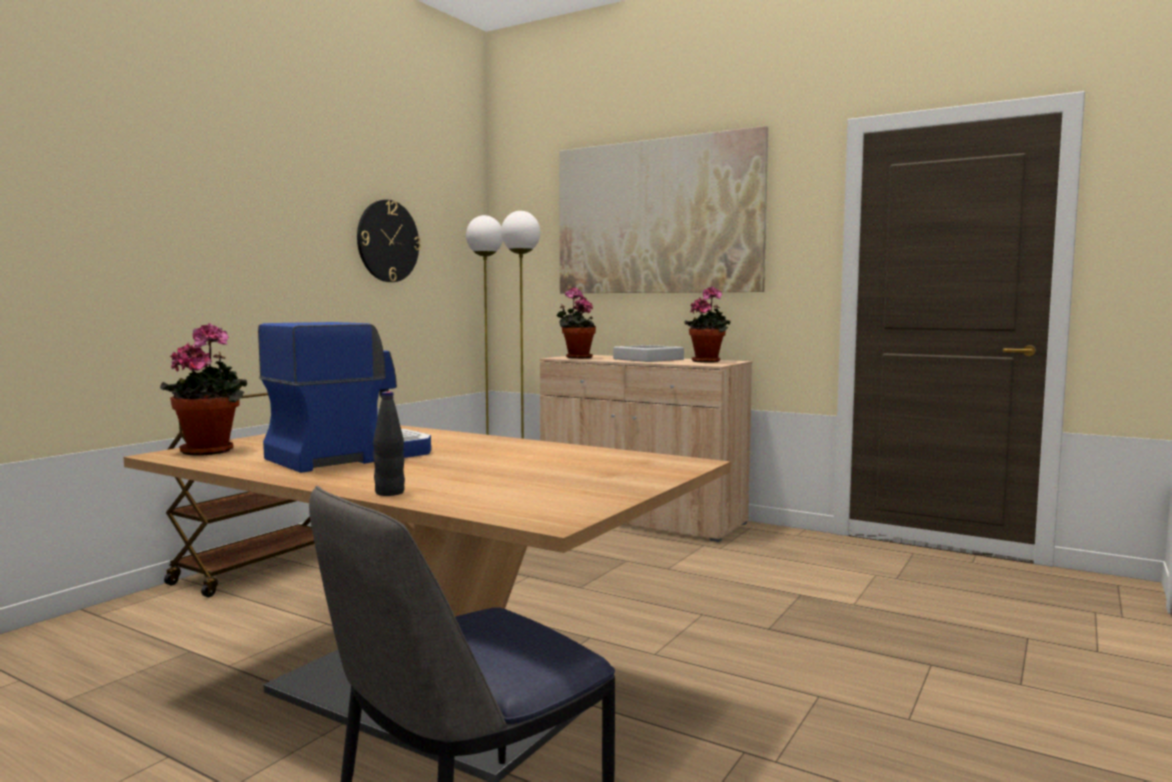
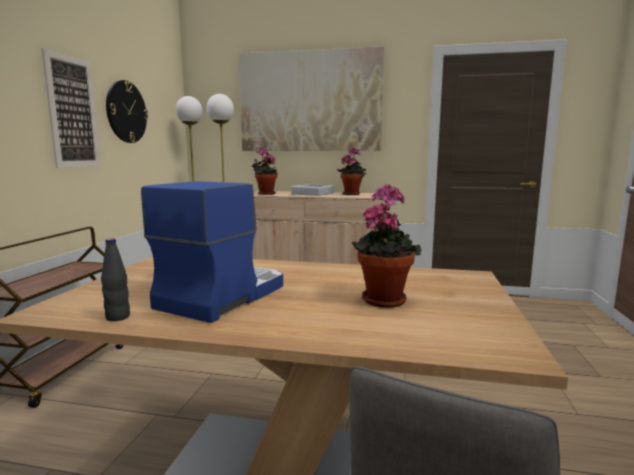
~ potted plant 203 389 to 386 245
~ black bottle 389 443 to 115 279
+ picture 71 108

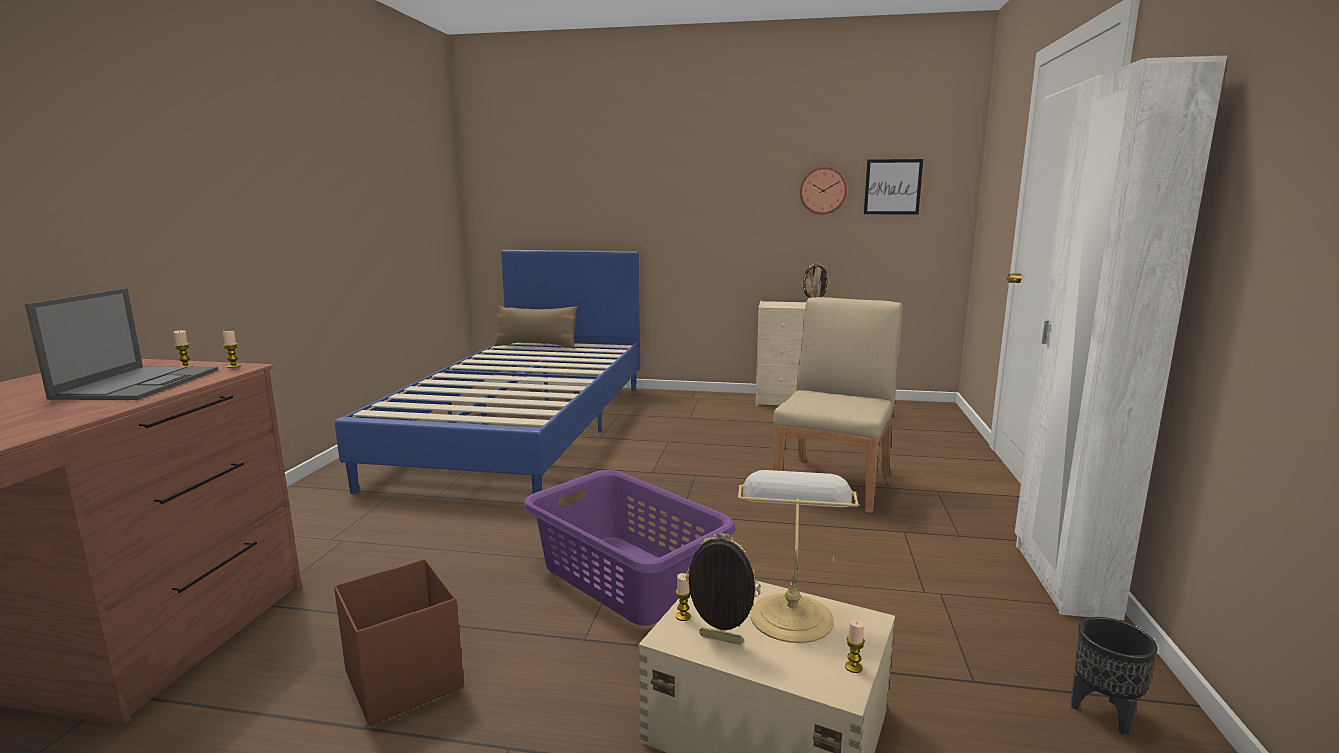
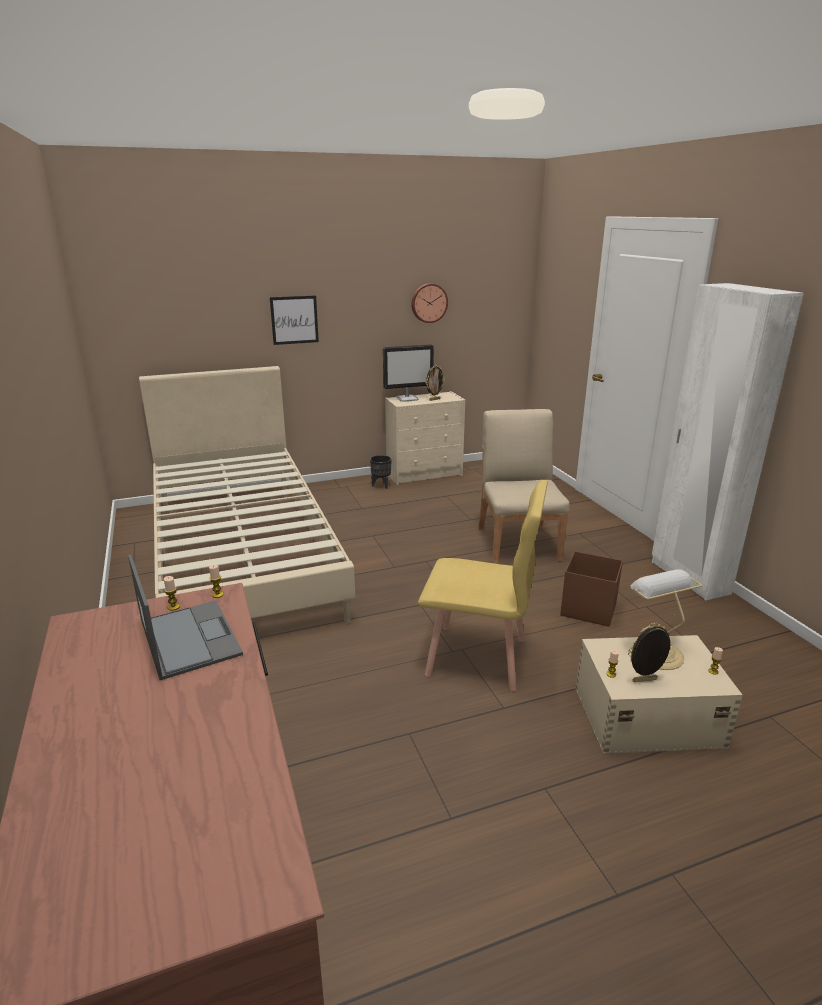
~ brown storage box 399 642 to 591 589
~ blue bed 487 372 to beige bed 247 494
- brown pillow 536 326
~ purple laundry basket 629 548 to yellow chair 483 585
~ picture 893 186 to 294 320
~ black planter 1114 676 to 381 472
+ monitor 408 373

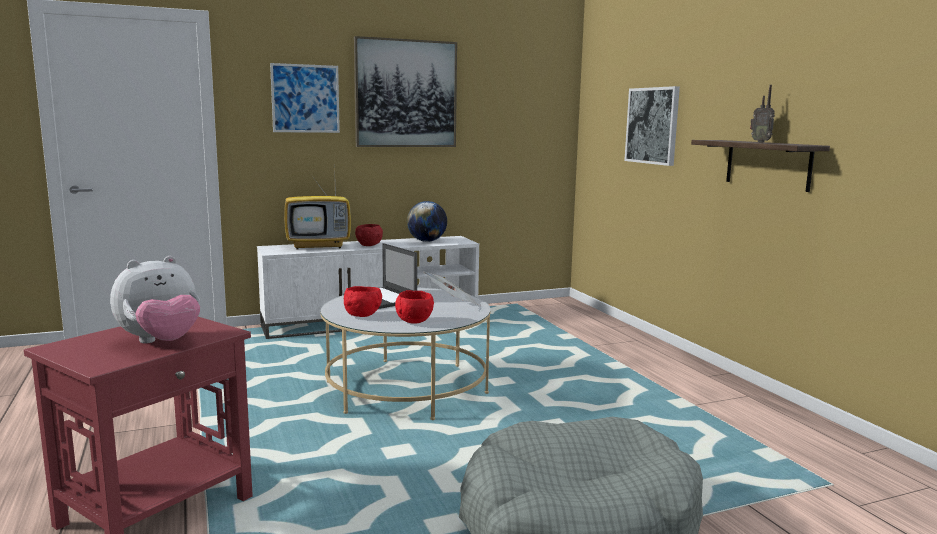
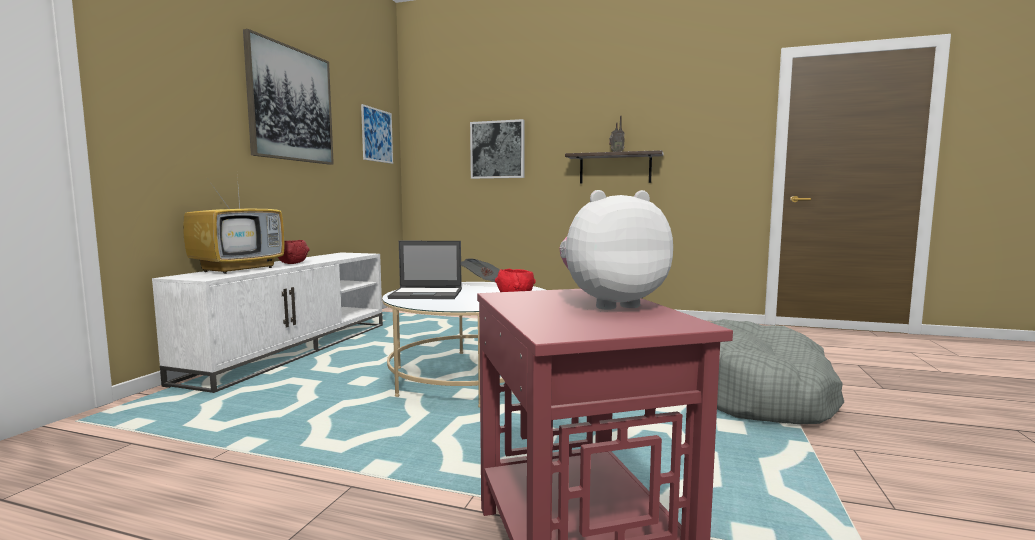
~ plush toy 155 299 = 616 250 105 degrees counterclockwise
~ picture 305 98 to 377 134
- red bowl 363 301
- globe 427 221

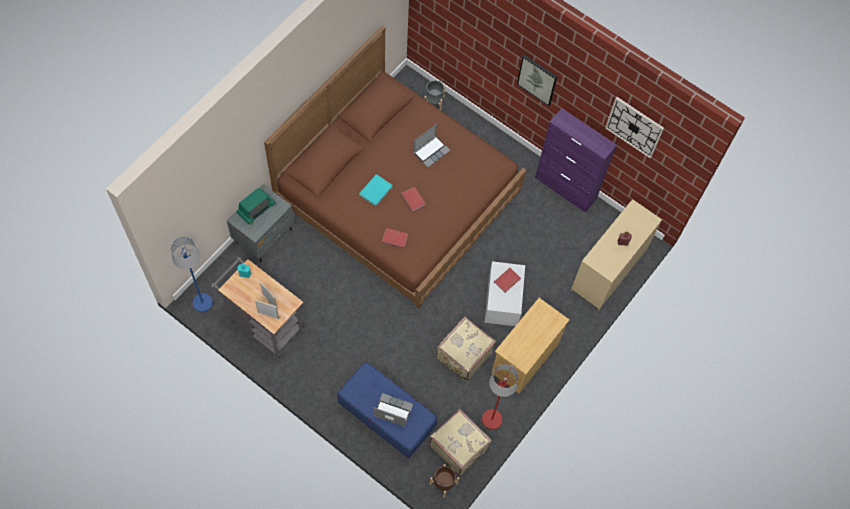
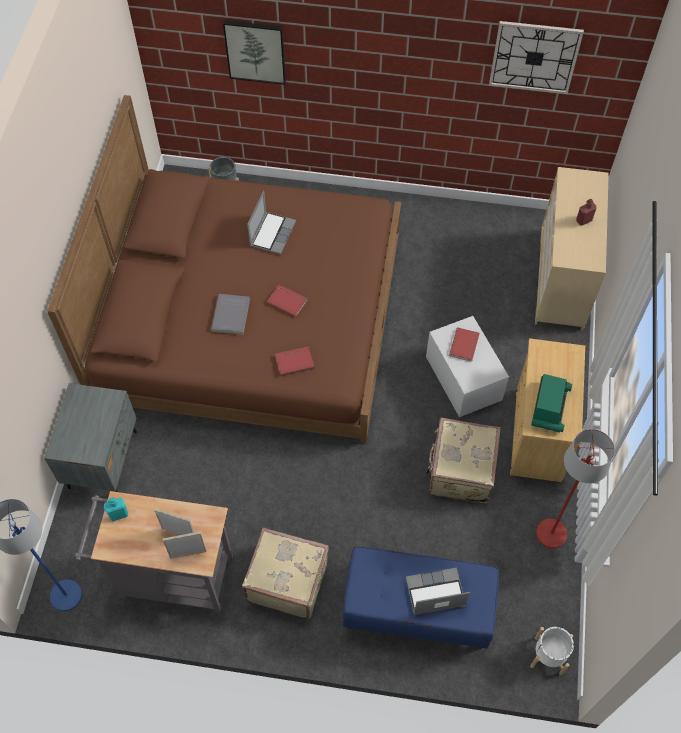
~ radio 256 206 to 551 403
~ turquoise book 376 190 to grey book 230 314
~ beige suitcase 460 442 to 285 573
~ brown planter 444 481 to white planter 552 651
~ picture 537 80 to 254 52
- purple cabinet 576 160

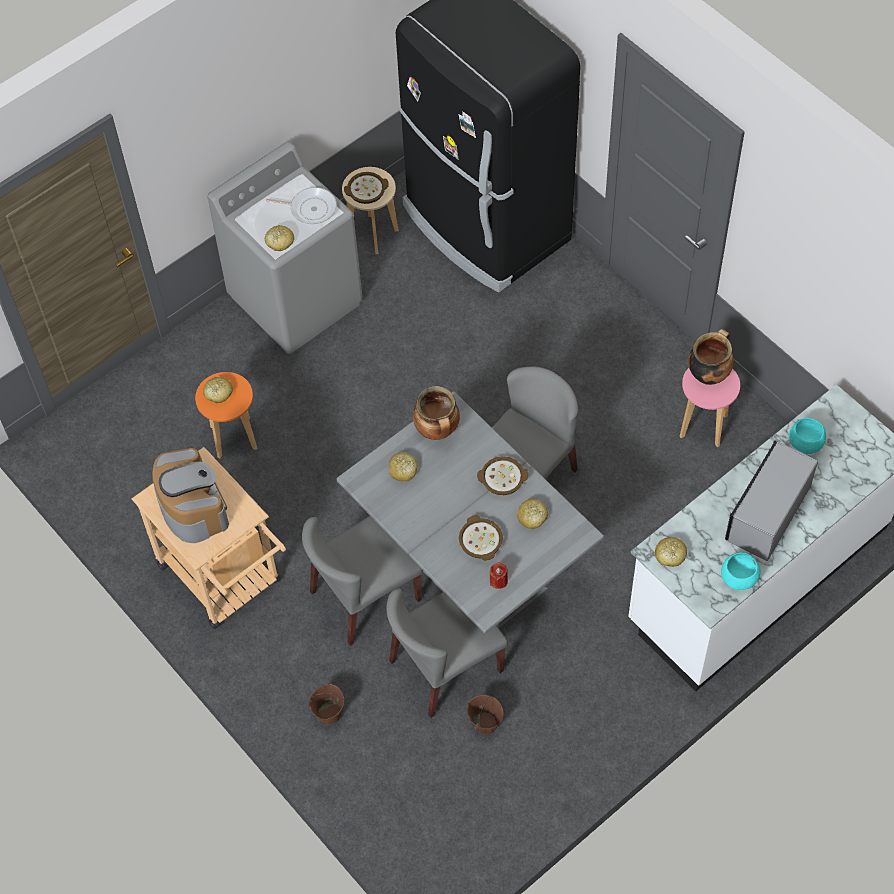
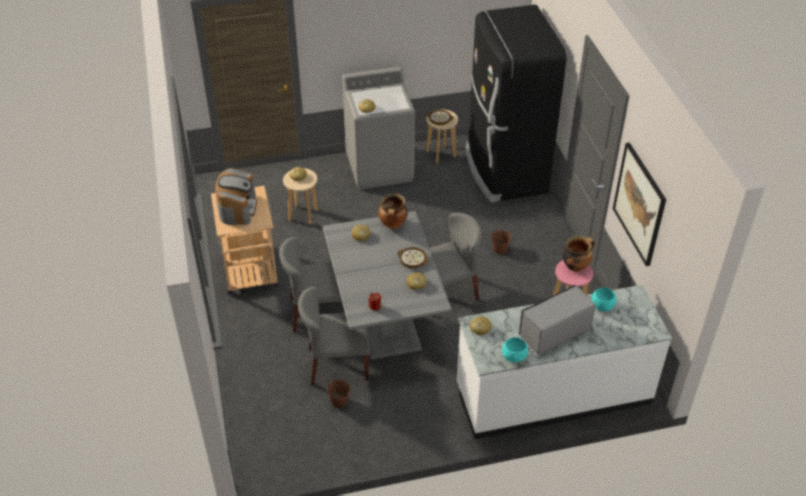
~ orange stool 226 415 to beige stool 300 196
- frying pan 301 205
~ brown bucket 326 704 to 501 241
- bowl 481 538
+ picture 639 204

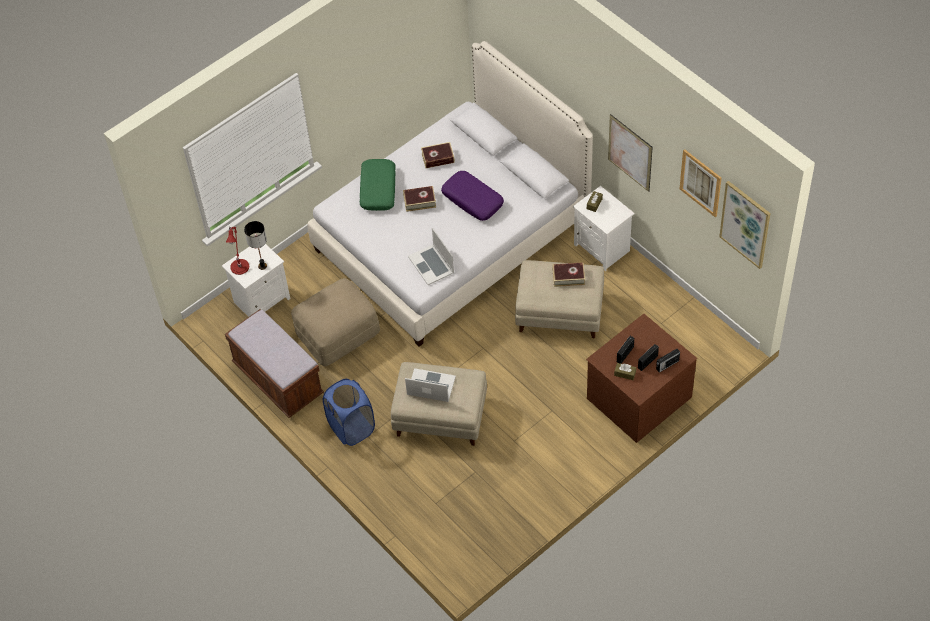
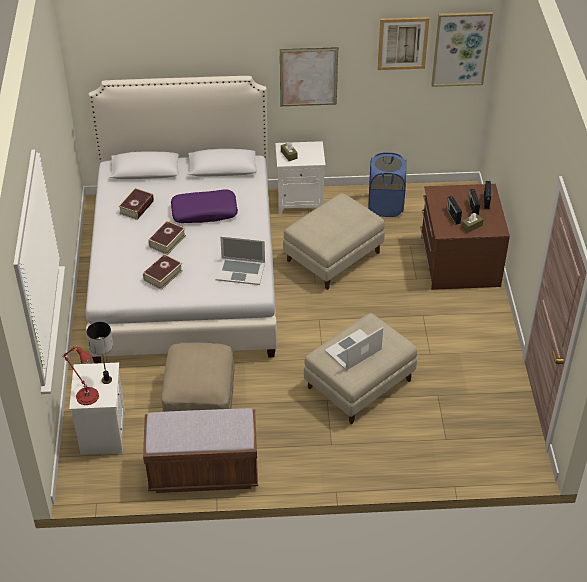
~ blue laundry basket 349 412 to 387 184
- green pillow 378 185
~ book 569 275 to 163 272

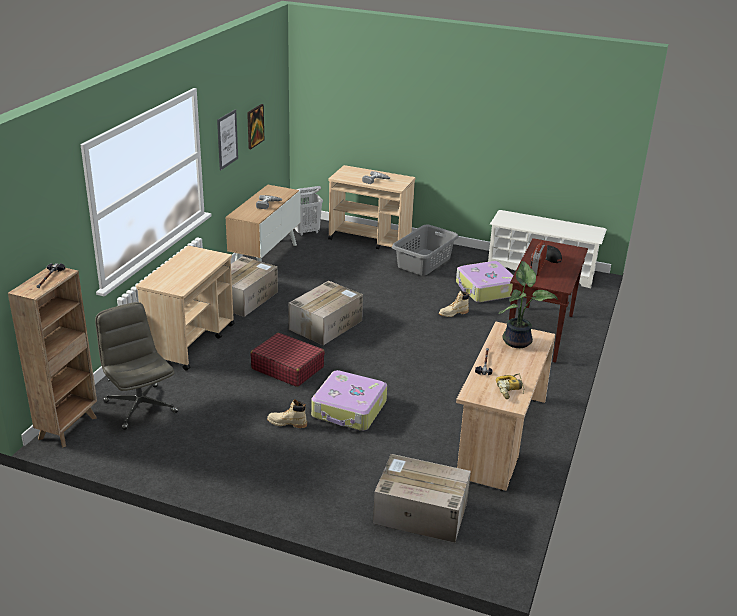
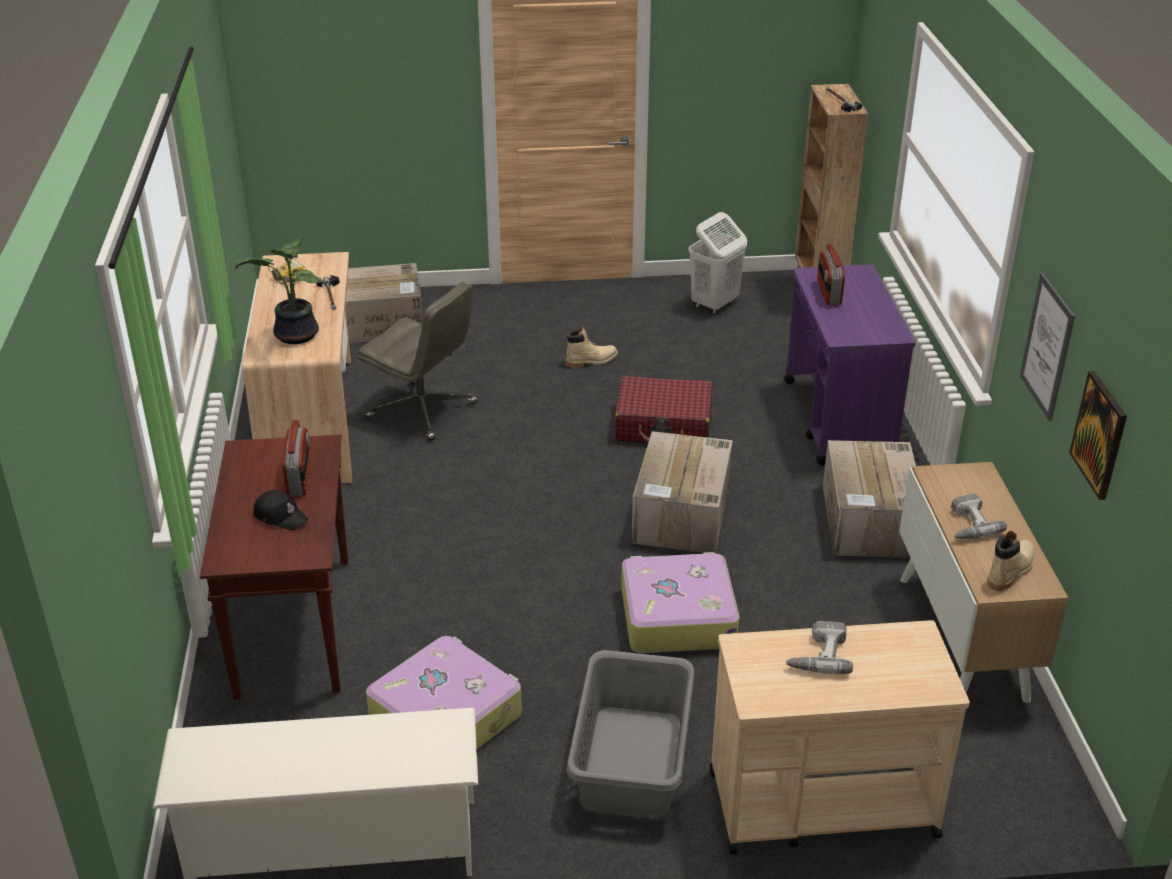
~ grey office chair 136 366 to 418 361
~ beige cart 185 308 to purple cart 850 364
~ white laundry basket 308 211 to 717 263
~ suitcase 349 400 to 680 602
~ beige boot 454 304 to 1011 561
+ radio 831 274

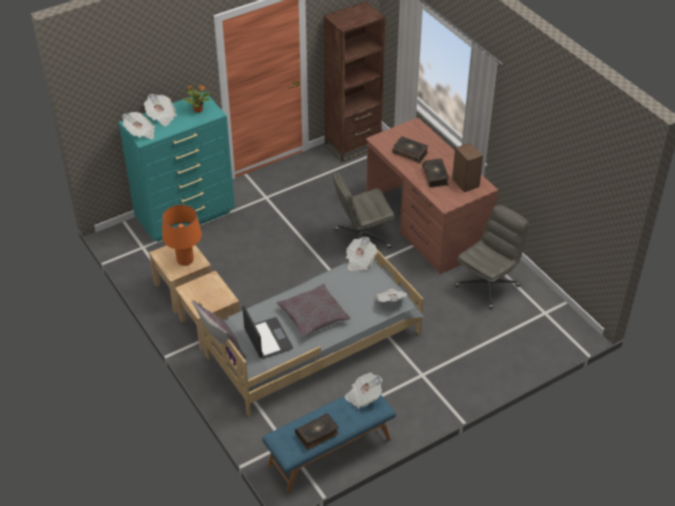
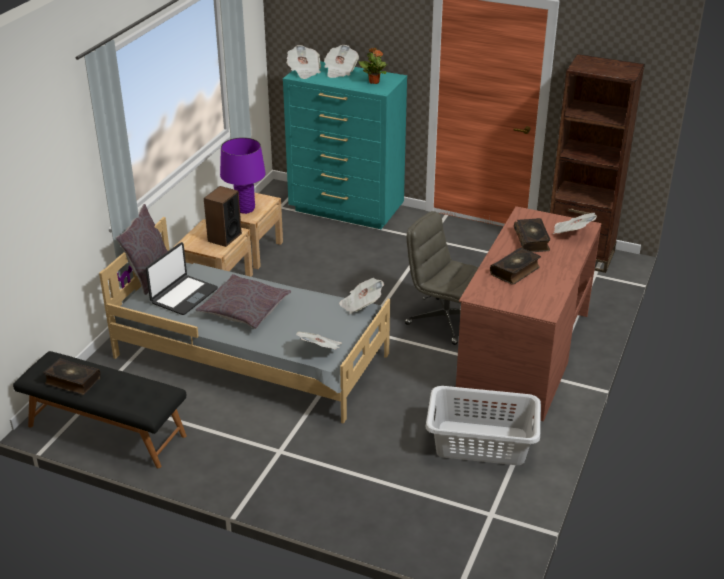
~ orange table lamp 182 235 to purple table lamp 243 175
~ blue bench 329 444 to black bench 100 409
~ newspaper 364 390 to 575 223
~ speaker 467 167 to 223 216
~ grey office chair 491 257 to grey laundry basket 483 425

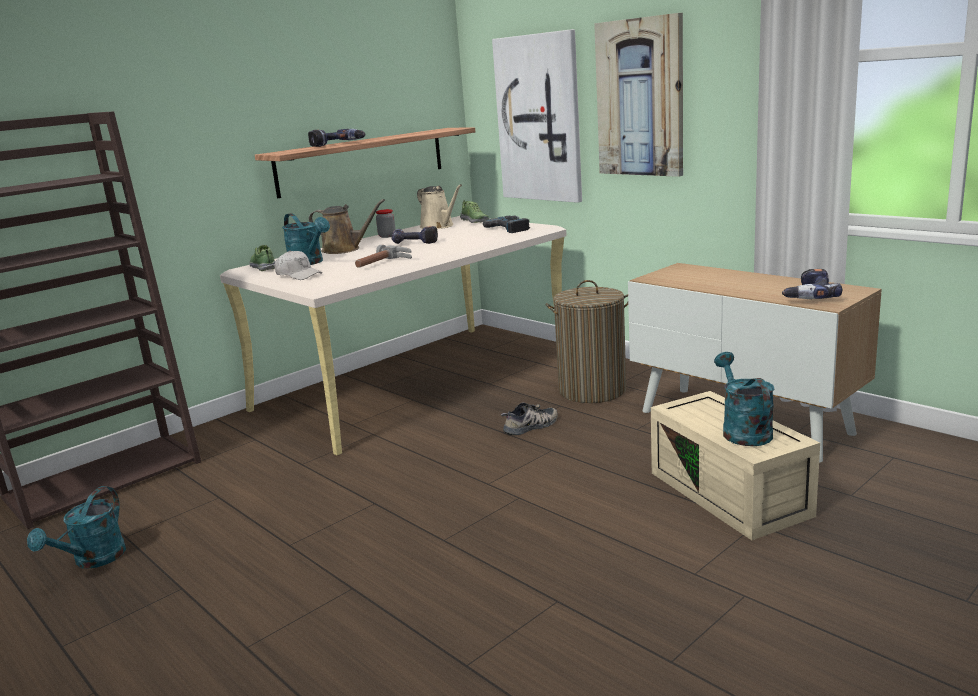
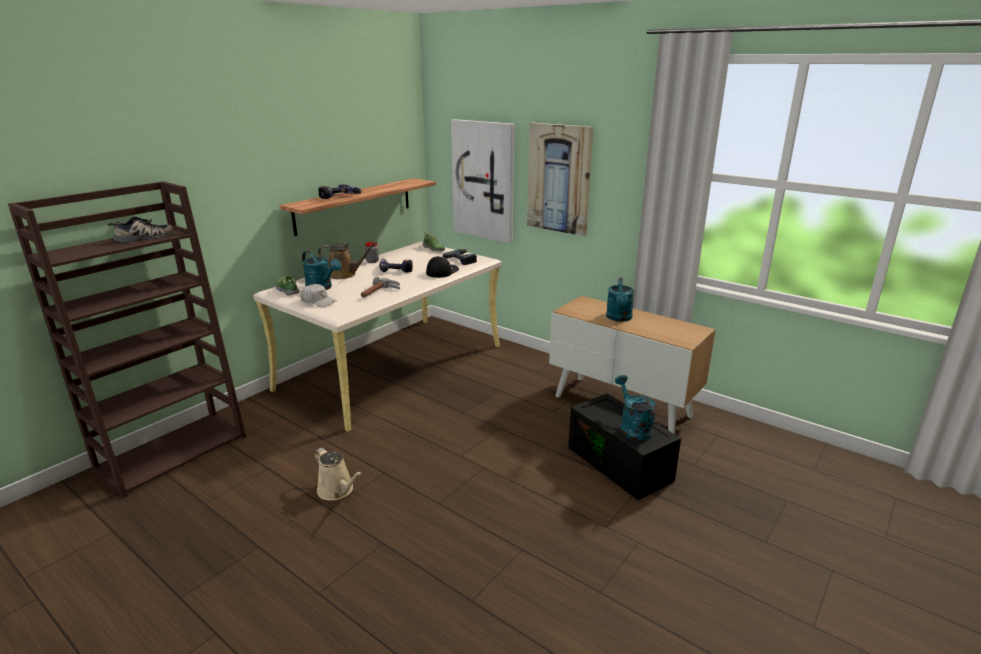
~ turquoise watering can 76 527 to 620 300
~ beige watering can 439 206 to 338 474
~ shoe 529 419 to 140 230
- laundry basket 587 341
~ beige storage box 735 465 to black storage box 624 447
- power drill 812 284
+ cap 442 267

